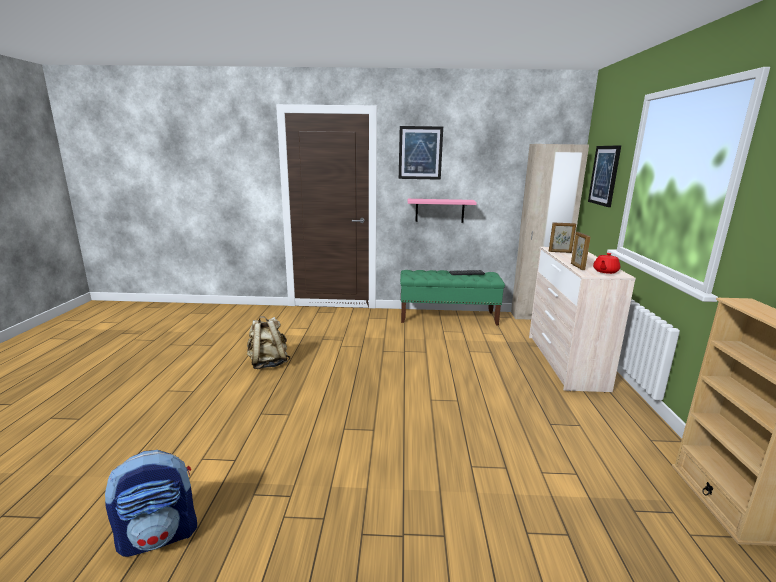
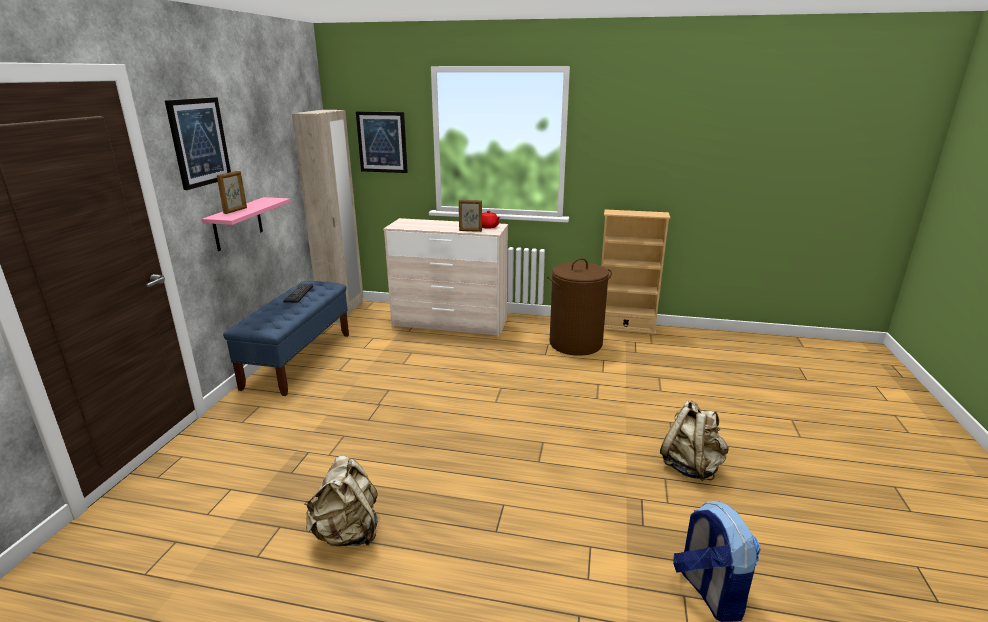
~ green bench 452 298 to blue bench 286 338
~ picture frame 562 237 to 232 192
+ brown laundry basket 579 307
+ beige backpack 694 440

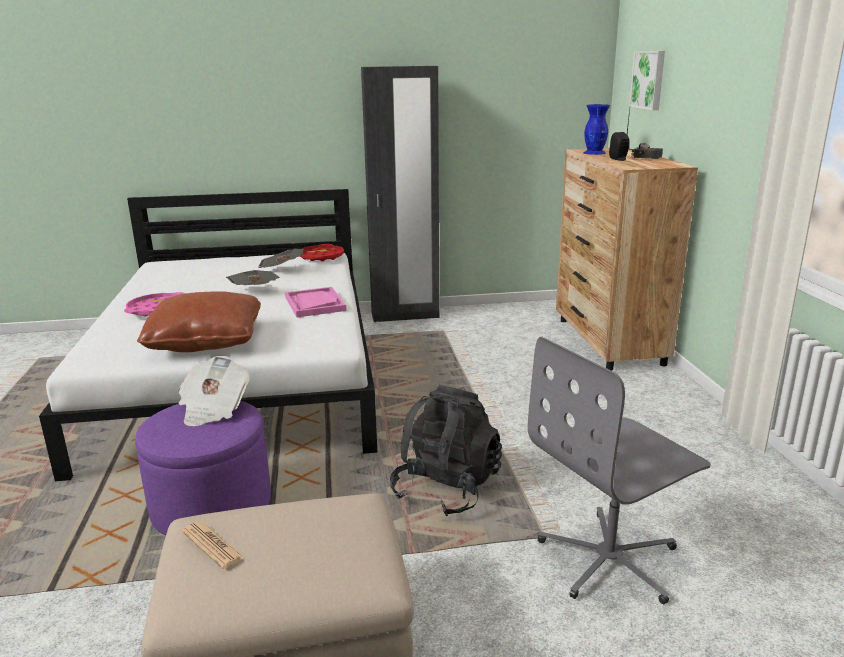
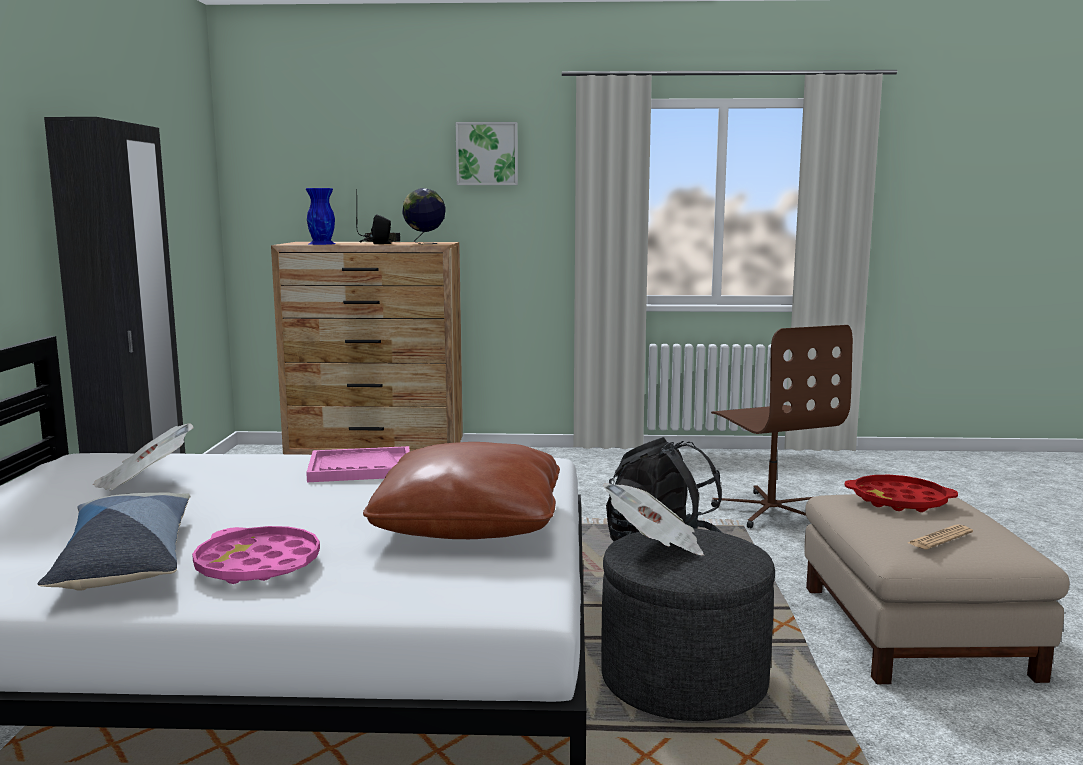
~ purple ottoman 203 468 to grey ottoman 688 624
- newspaper 252 277
~ red tray 321 252 to 901 493
~ grey office chair 619 470 to brown office chair 782 427
~ picture 647 80 to 487 153
+ pillow 114 541
+ globe 423 216

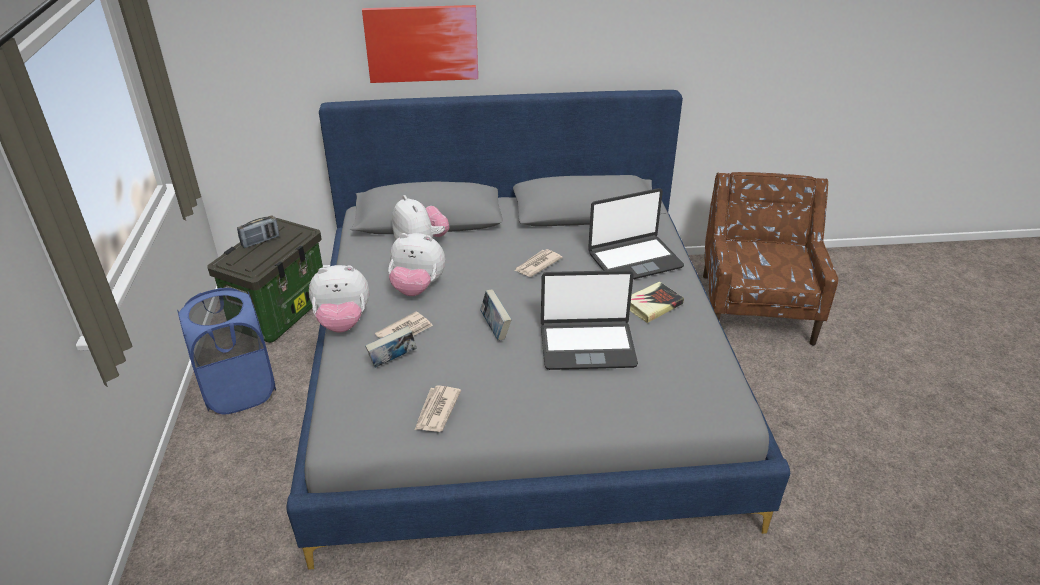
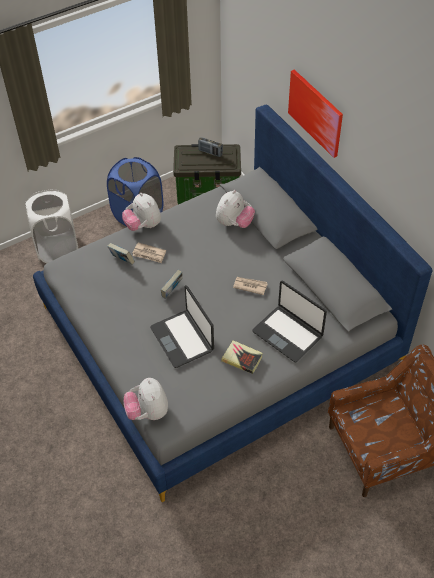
~ plush toy 416 264 to 146 399
- newspaper 438 408
+ white laundry basket 52 226

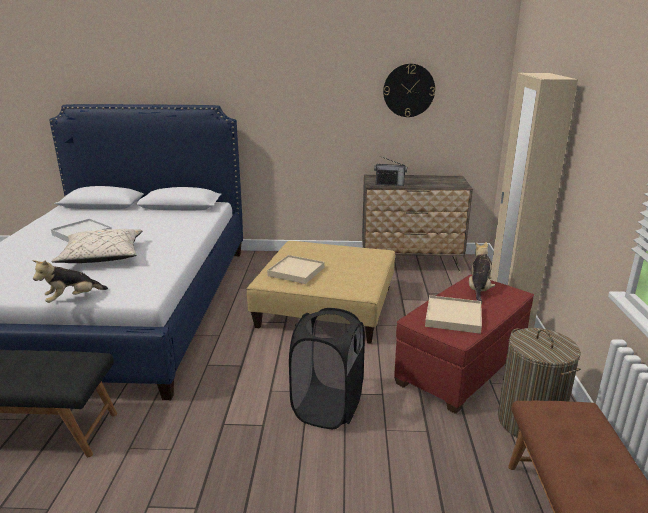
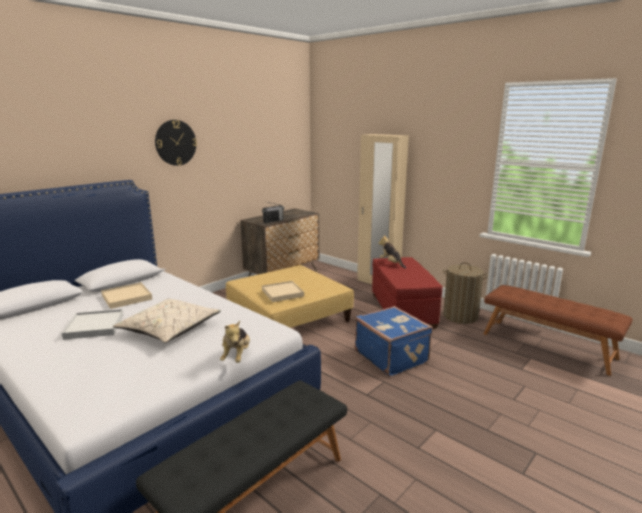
~ black laundry basket 327 368 to blue suitcase 394 341
~ wall clock 409 90 to 176 143
~ beige tray 453 314 to 126 295

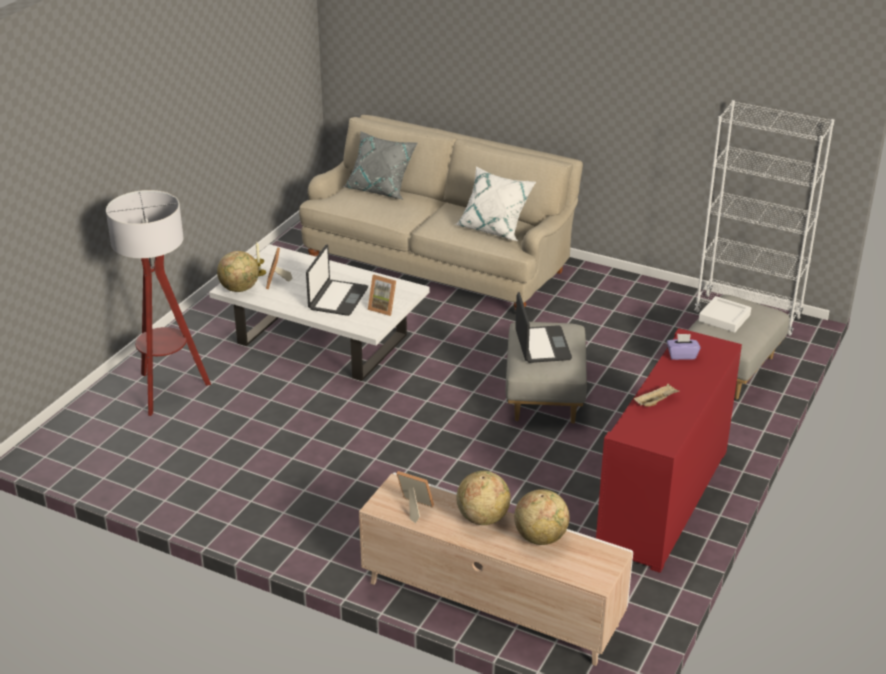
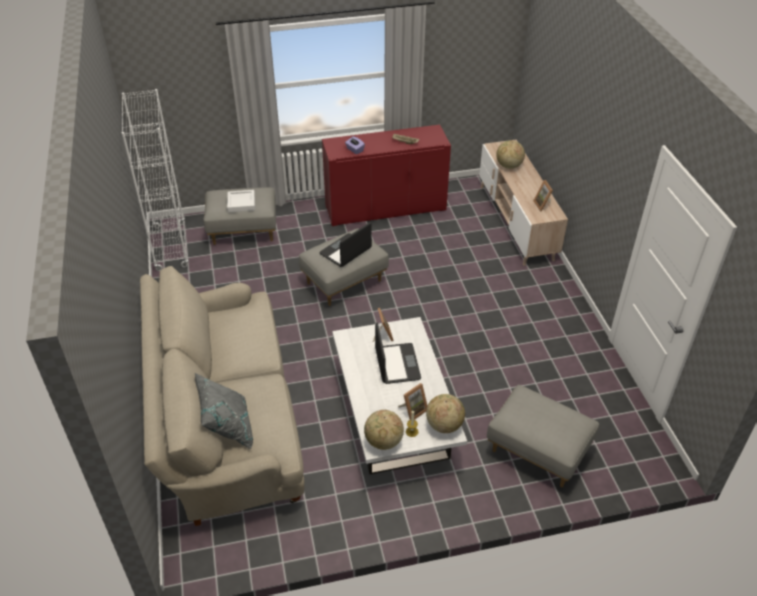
~ floor lamp 158 303 to grey ottoman 543 436
~ laptop 337 280 = 398 353 105 degrees clockwise
- white pillow 495 204
~ globe 483 498 to 384 430

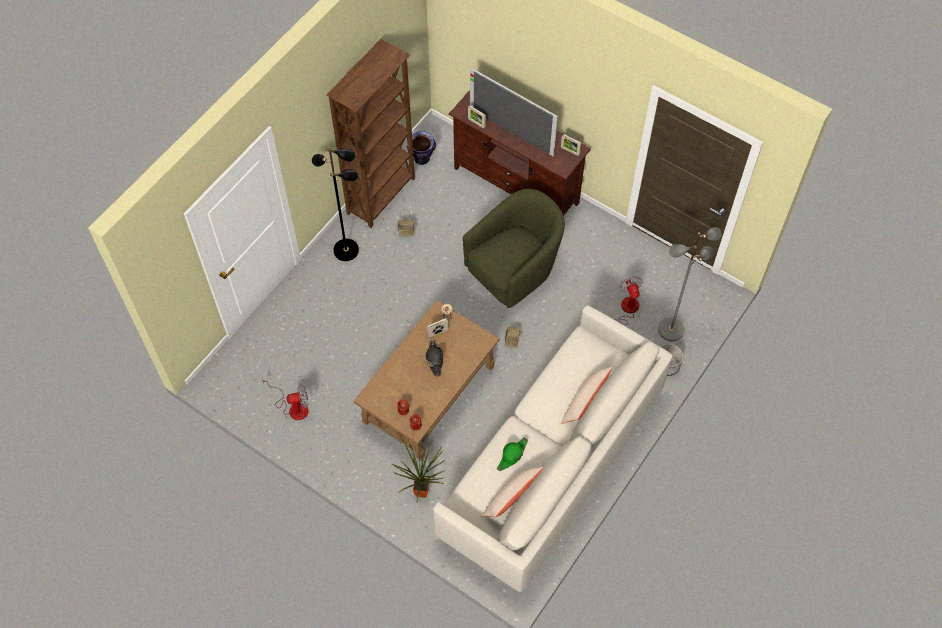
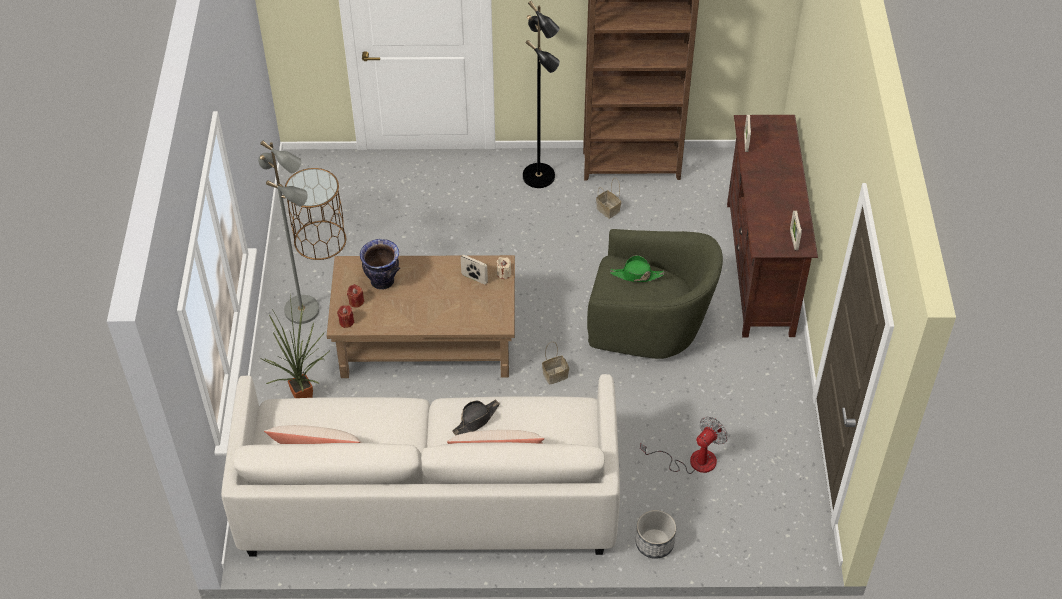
~ fan 285 399 to brown side table 315 214
~ vase 421 148 to 380 264
~ black hat 434 358 to 476 417
- television 514 112
~ green hat 512 454 to 637 268
~ grey floor lamp 690 284 to 288 232

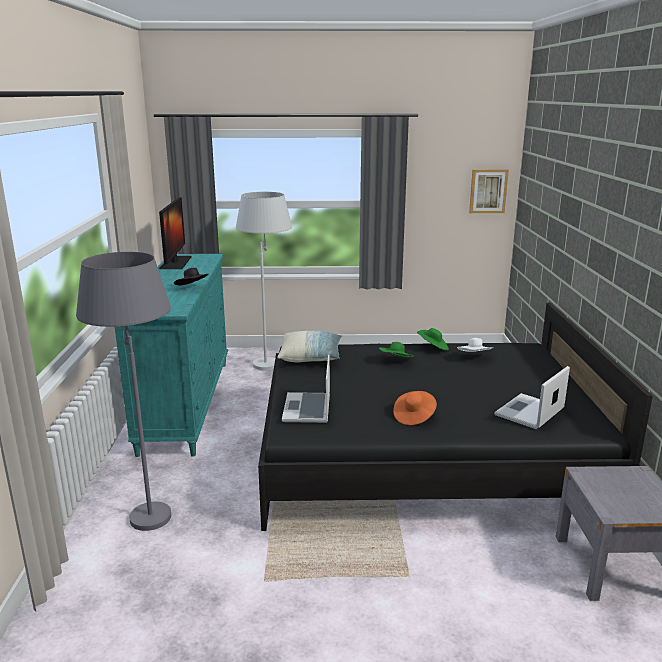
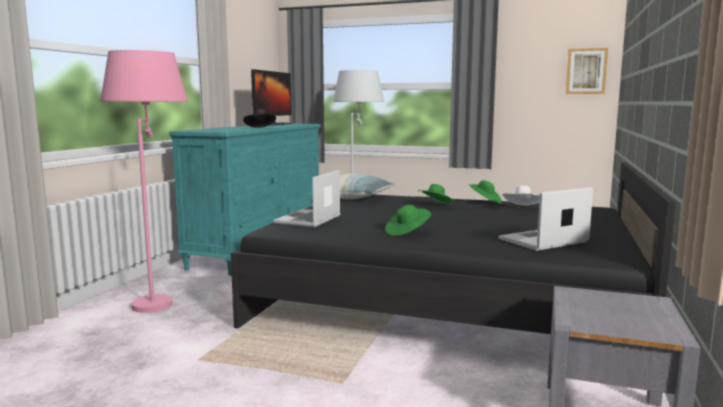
~ grey floor lamp 123 391 to pink floor lamp 144 181
~ orange hat 415 408 to green hat 408 220

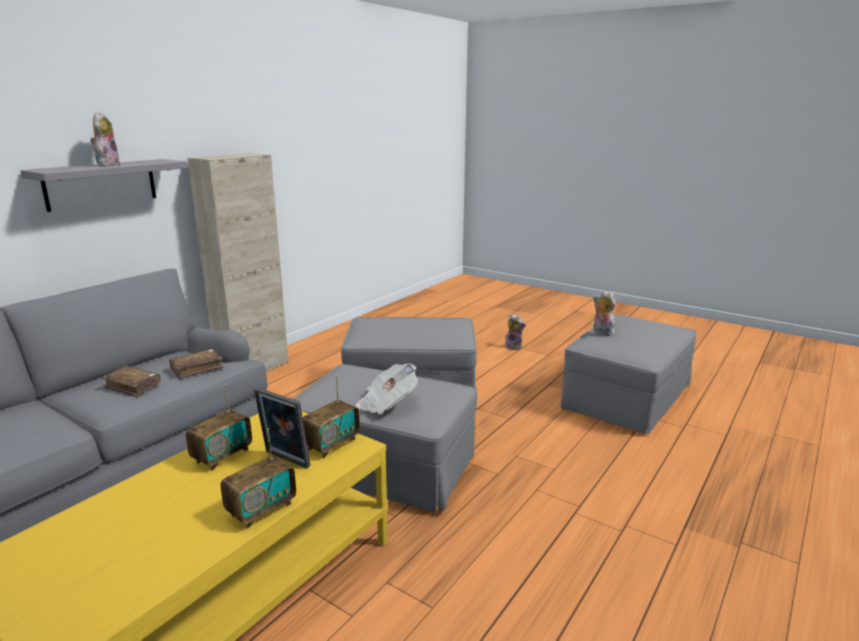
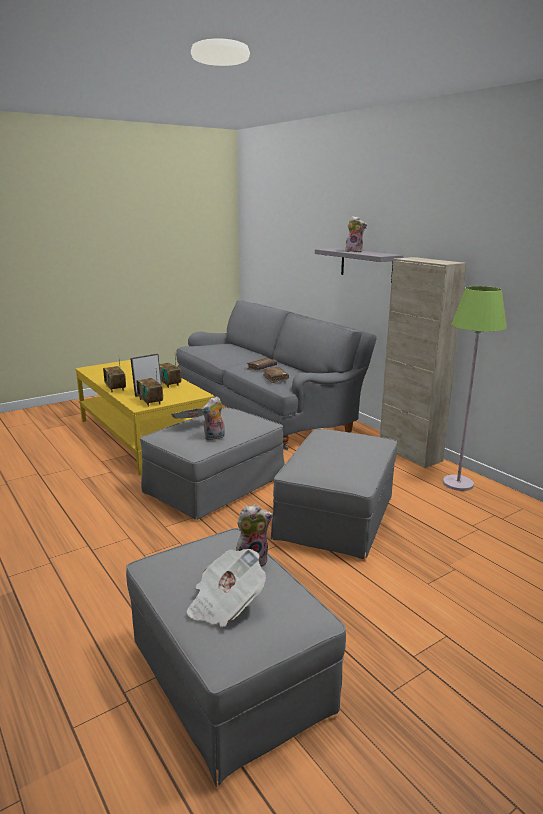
~ plush toy 515 332 to 213 418
+ newspaper 226 588
+ green floor lamp 475 388

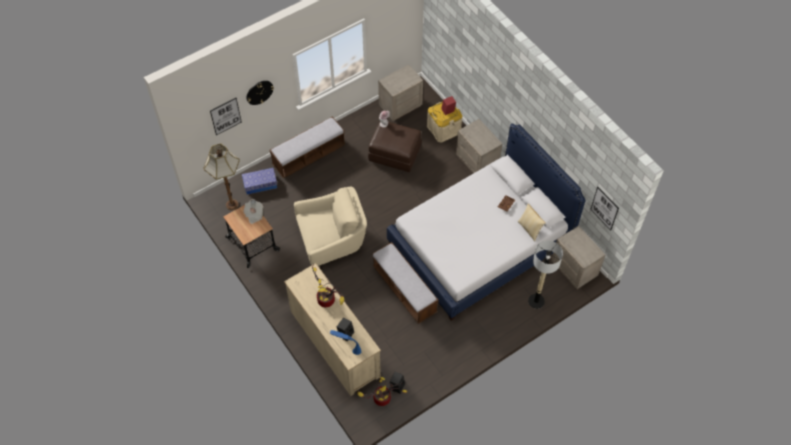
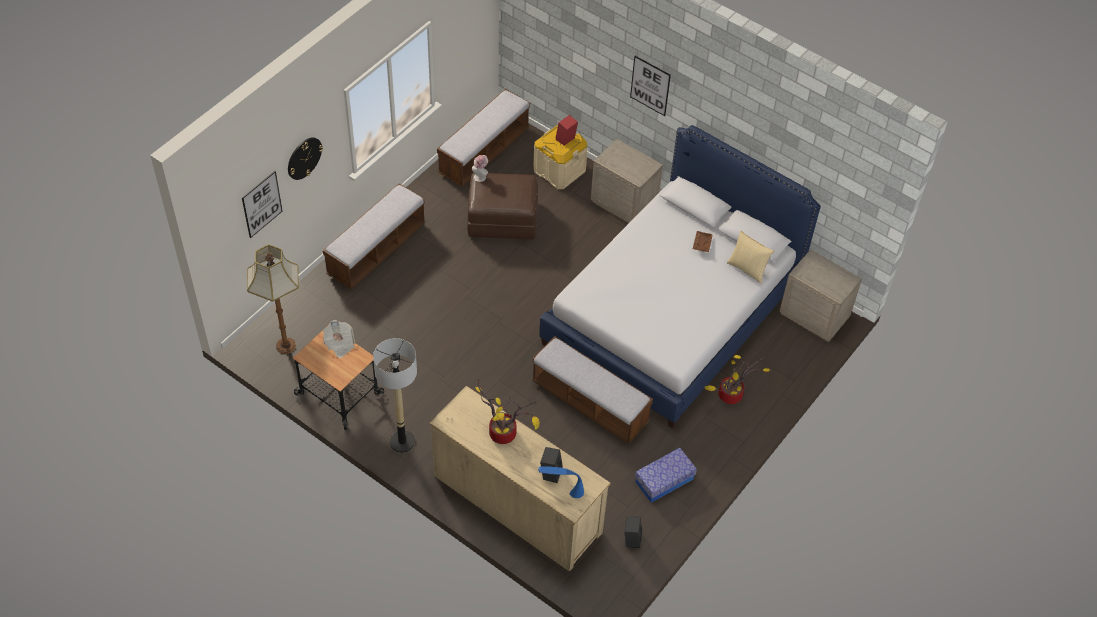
~ storage box 259 181 to 666 475
- beige armchair 330 226
~ potted plant 382 391 to 738 379
~ beige nightstand 400 92 to bench 483 138
~ floor lamp 545 275 to 395 395
~ picture 604 209 to 650 86

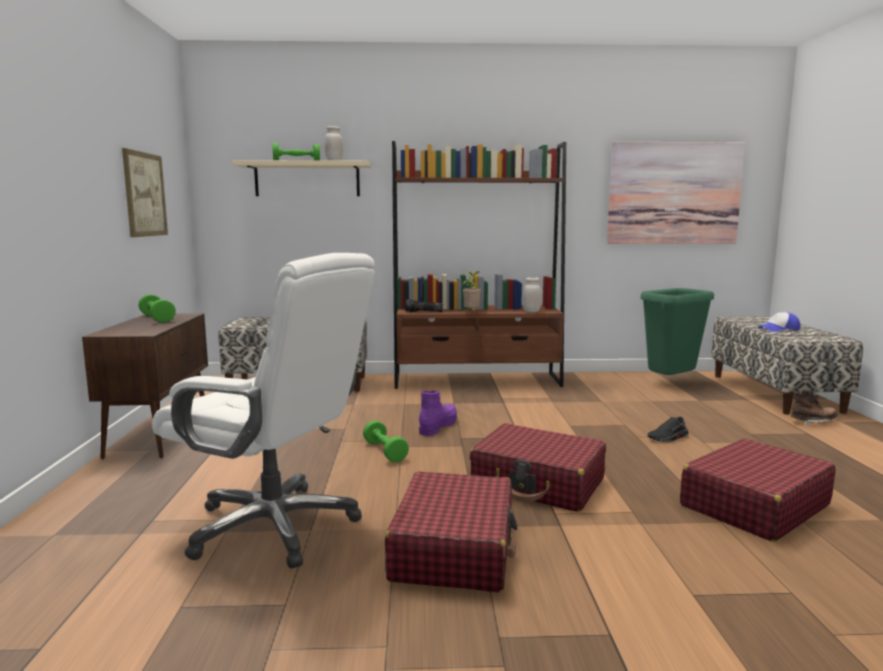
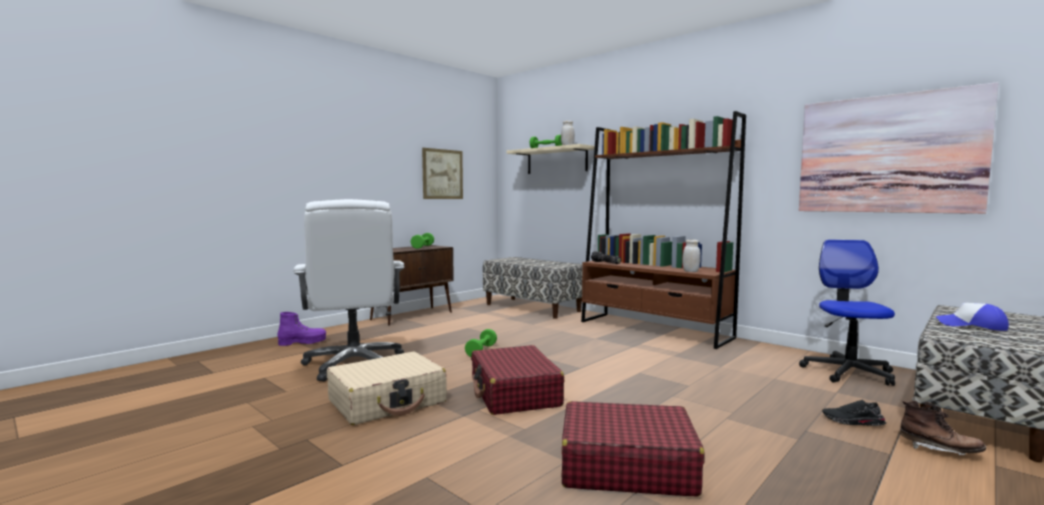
~ red suitcase 451 532 to beige suitcase 387 388
~ purple boot 438 413 to 301 329
- potted plant 472 290
~ green trash can 677 331 to office chair 847 313
~ black shoe 668 429 to 854 413

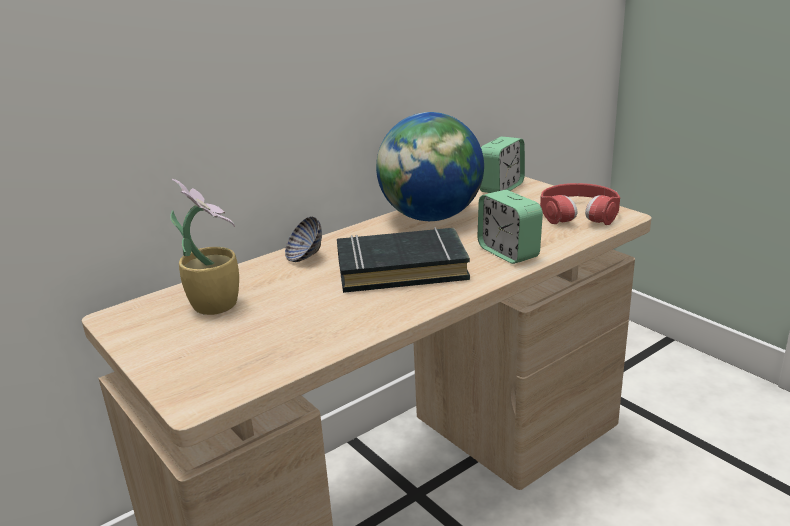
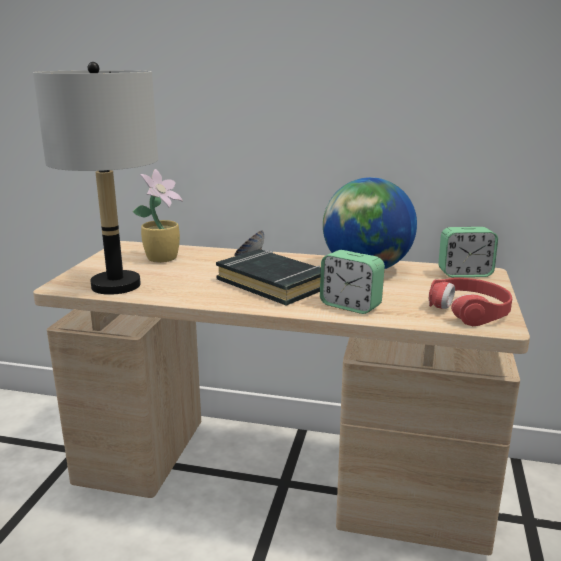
~ alarm clock 510 227 = 352 282 75 degrees counterclockwise
+ grey table lamp 95 178

